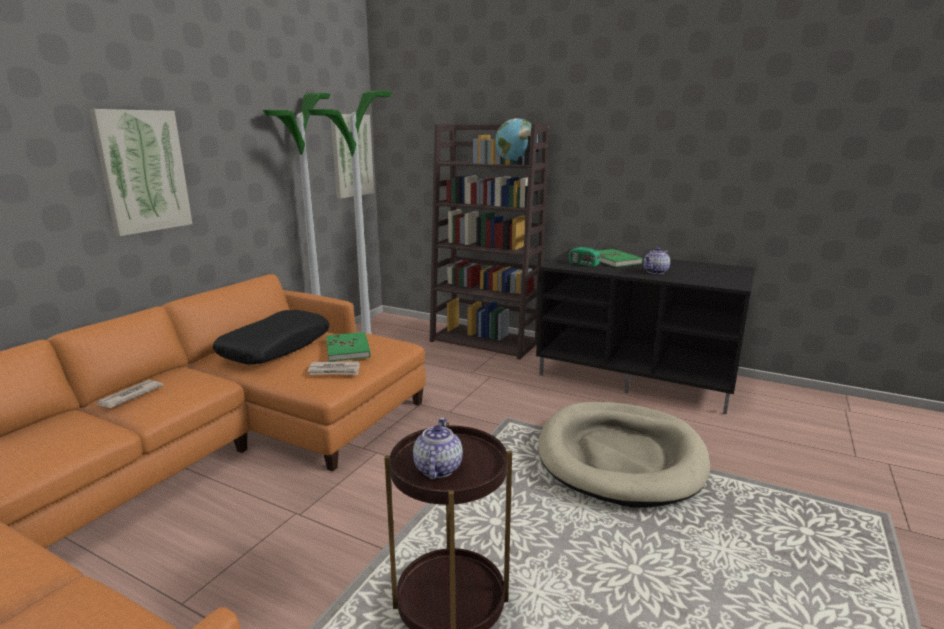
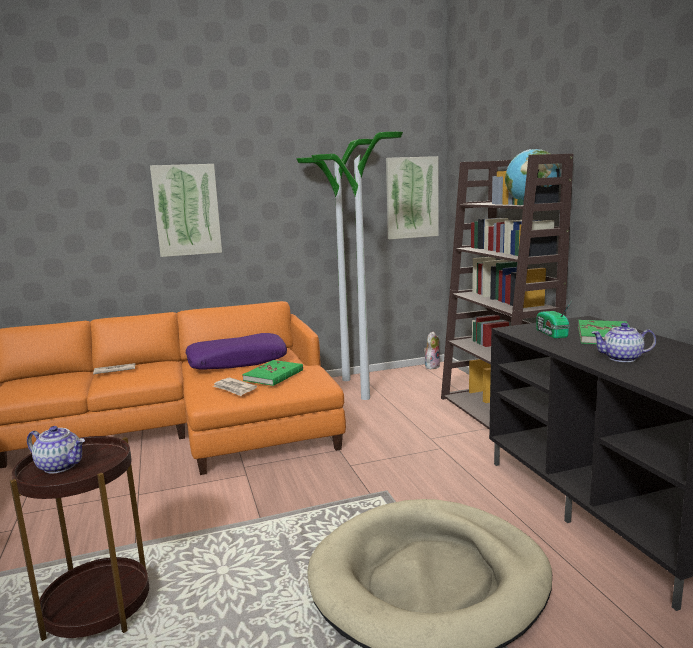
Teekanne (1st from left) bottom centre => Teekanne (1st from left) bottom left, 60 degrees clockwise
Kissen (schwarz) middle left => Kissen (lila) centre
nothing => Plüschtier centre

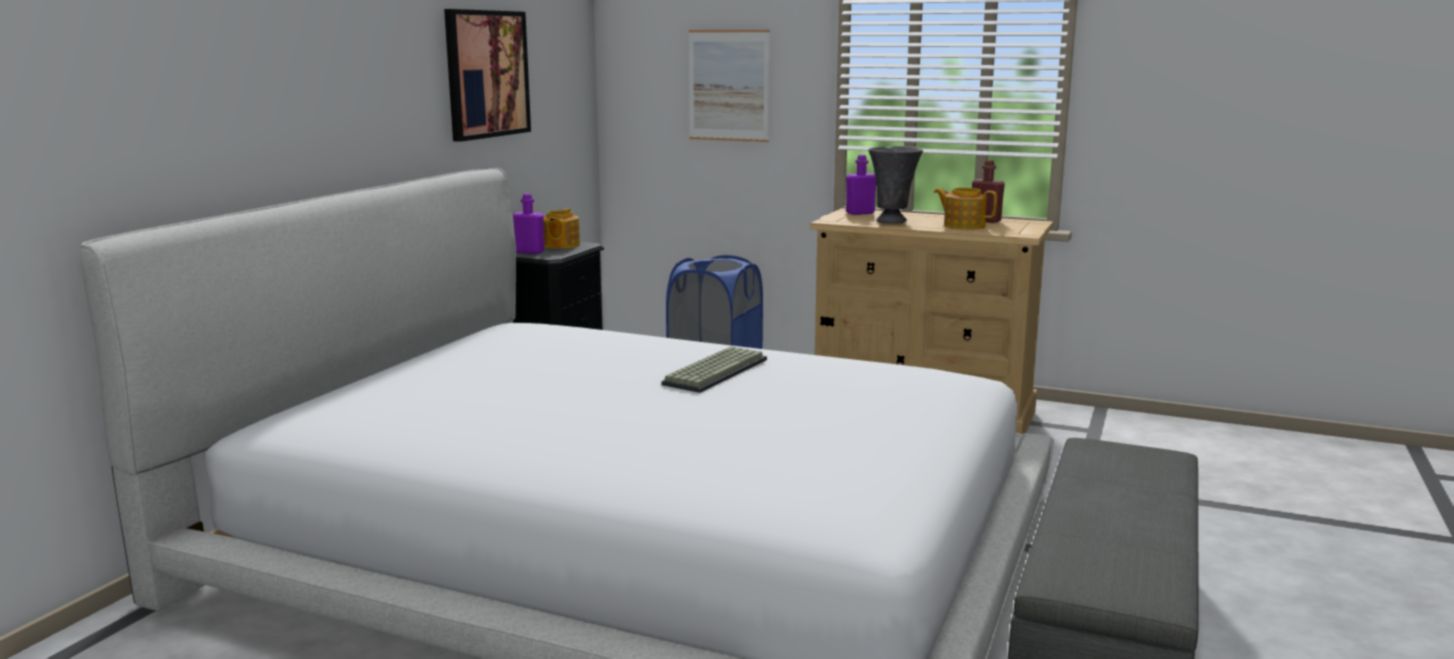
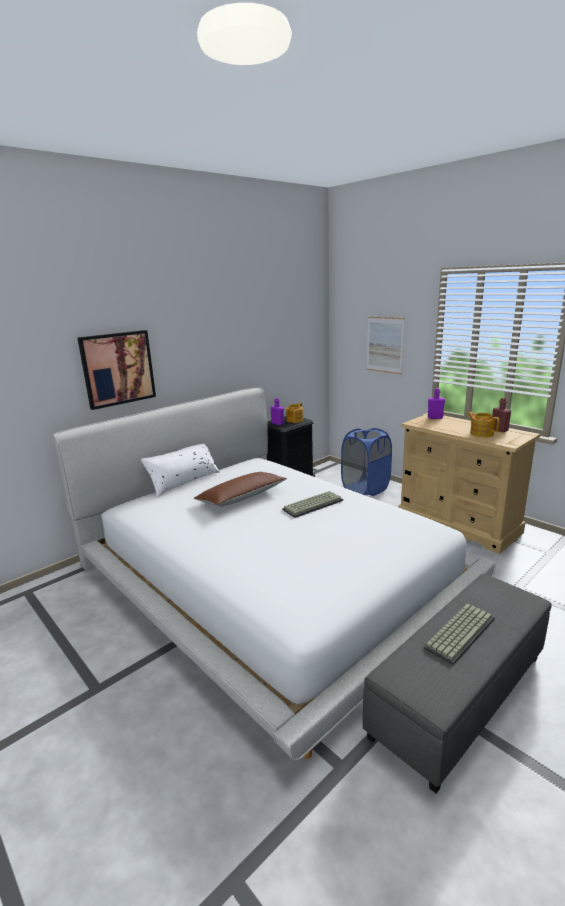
Bild (1st from left) top centre => Bild (1st from left) middle left, moved
nothing => Kissen (weiß) middle left
nothing => Kissen (braun) centre
nothing => Tastatur (2nd from left) bottom right
Vase (grau) top centre => nothing

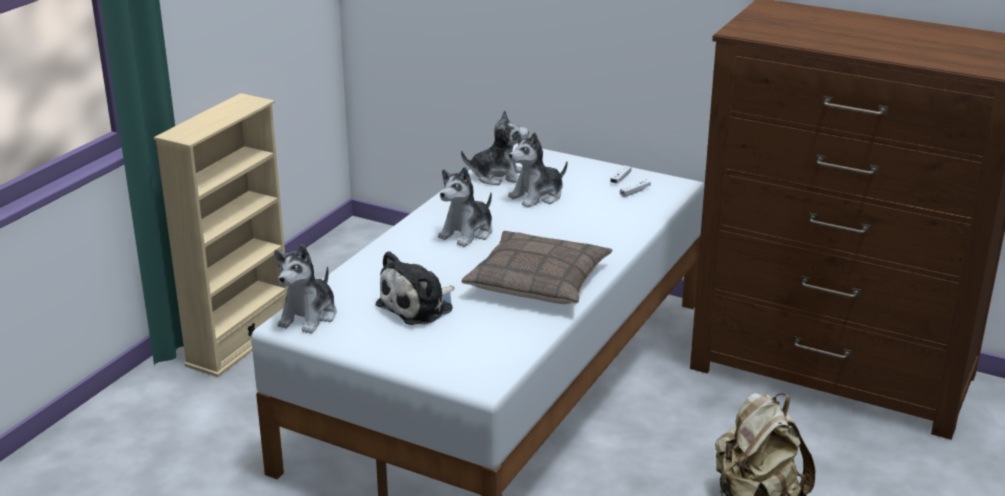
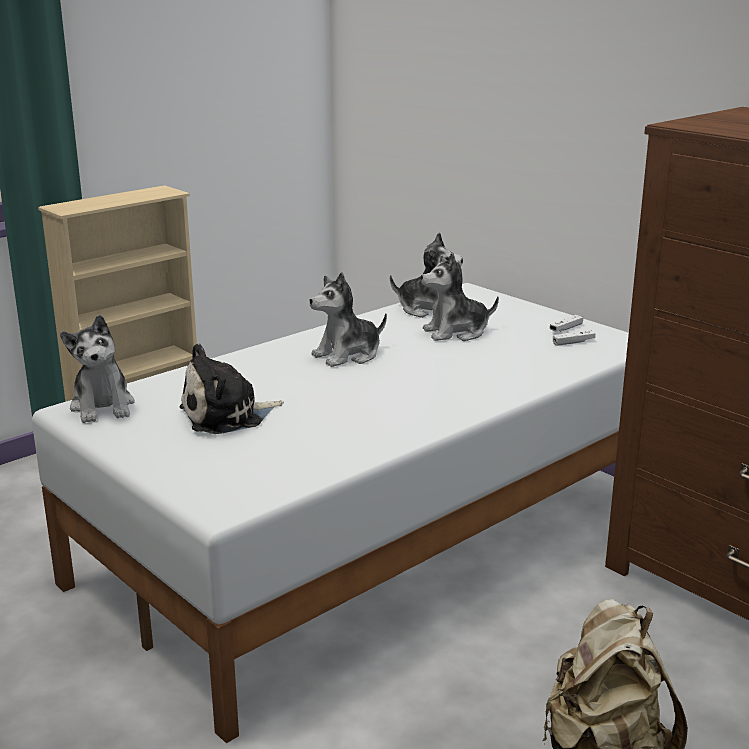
Plüschtier (1st from left) middle left, 60 degrees counterclockwise
Kissen centre => nothing

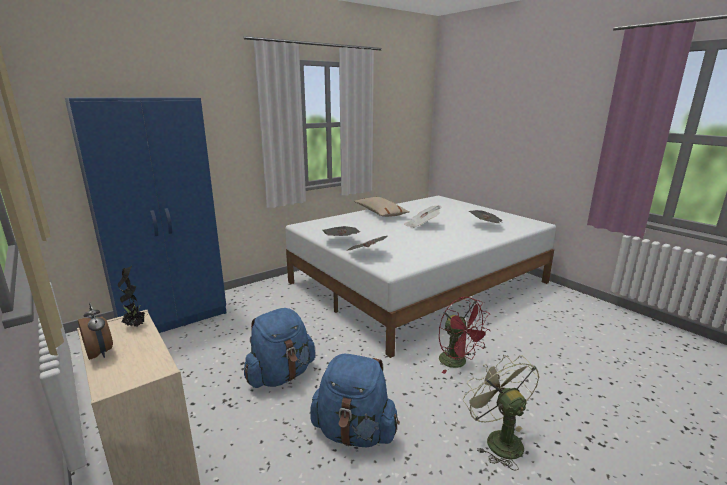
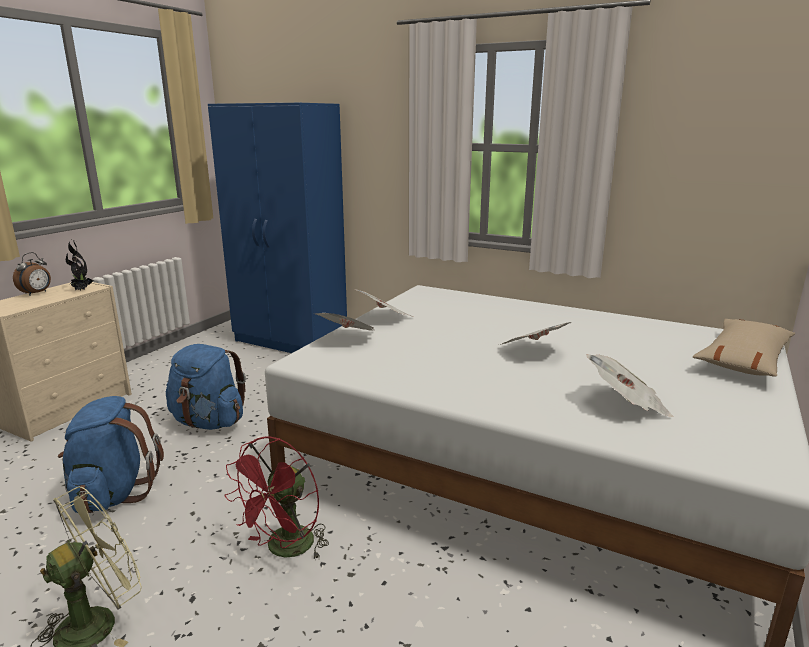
Kissen (beige) centre => Kissen (beige) middle right, moved

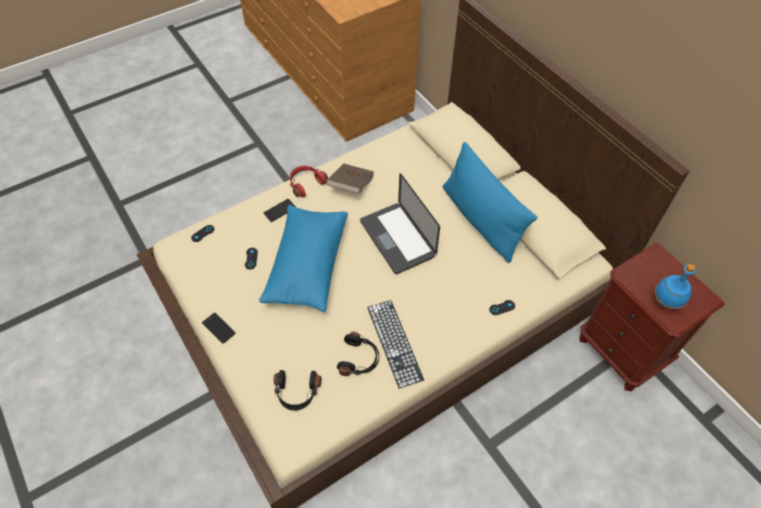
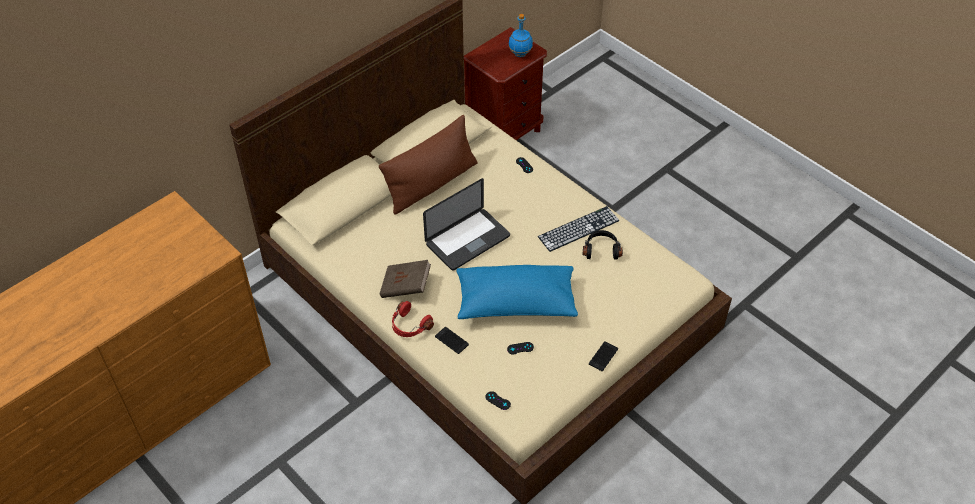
Kissen (blau) (2nd from left) centre => Kissen (braun) top centre
Kopfhörer (schwarz) (1st from left) bottom centre => nothing

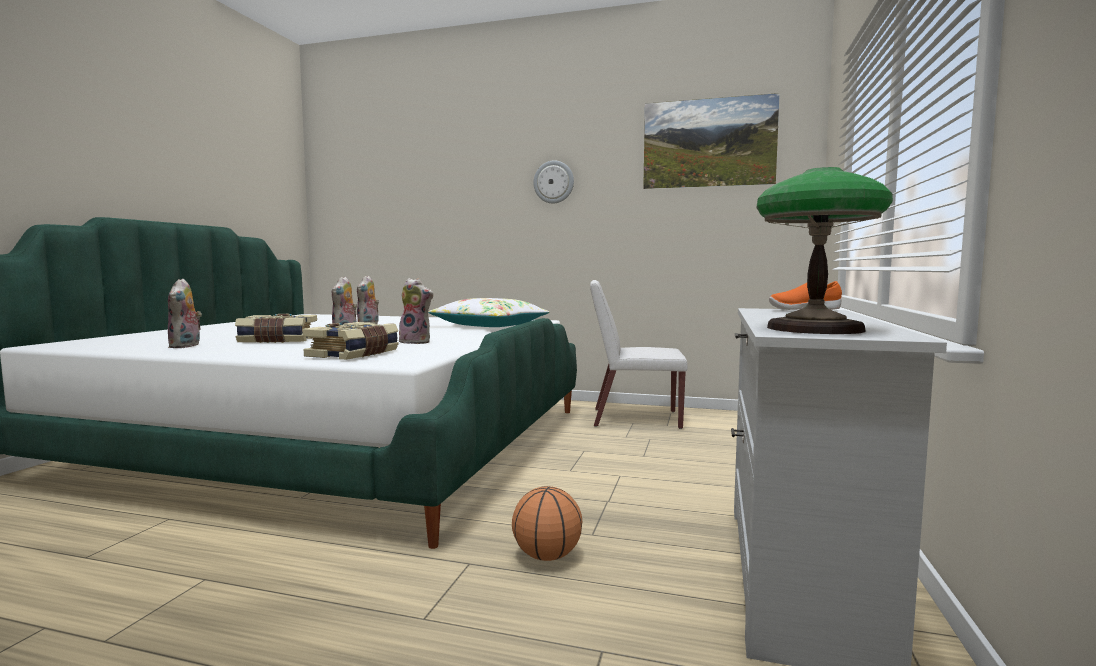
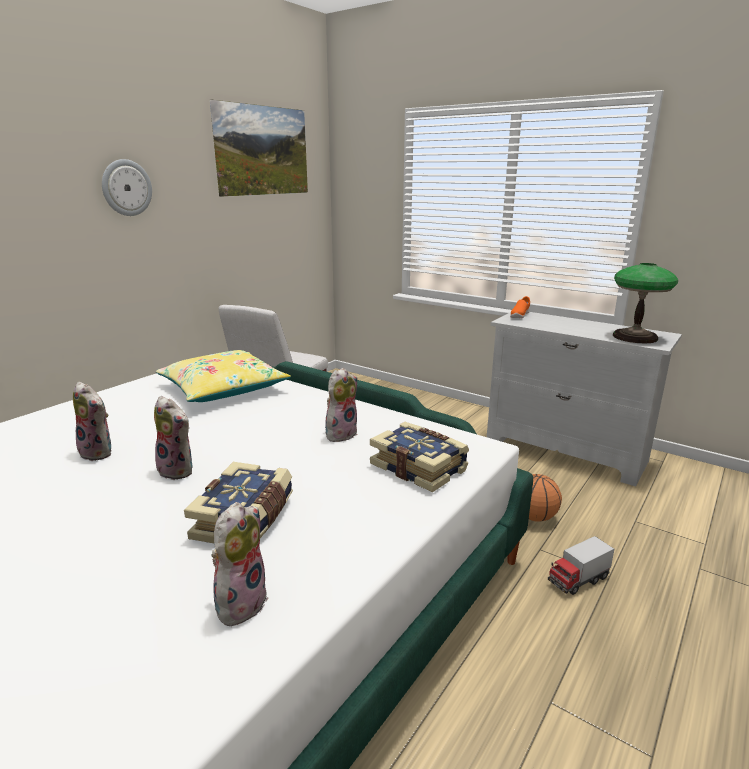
Kissen (weiß) centre => Kissen (gelb) middle left
Plüschtier (1st from left in the first image) middle left => Plüschtier (3rd from left) bottom left, 75 degrees counterclockwise
nothing => Spielzeuglaster bottom right

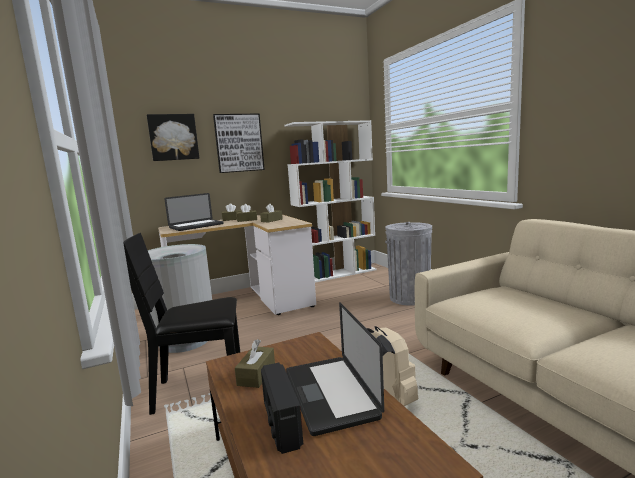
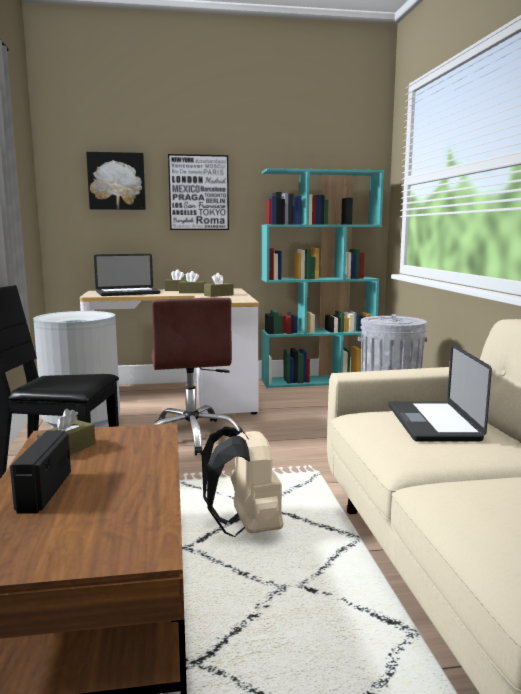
nothing => Bürostuhl (braun) centre
Bücherregal (weiß) centre => Bücherregal (türkis) centre
Laptop (2nd from left) bottom centre => Laptop (2nd from left) middle right, moved

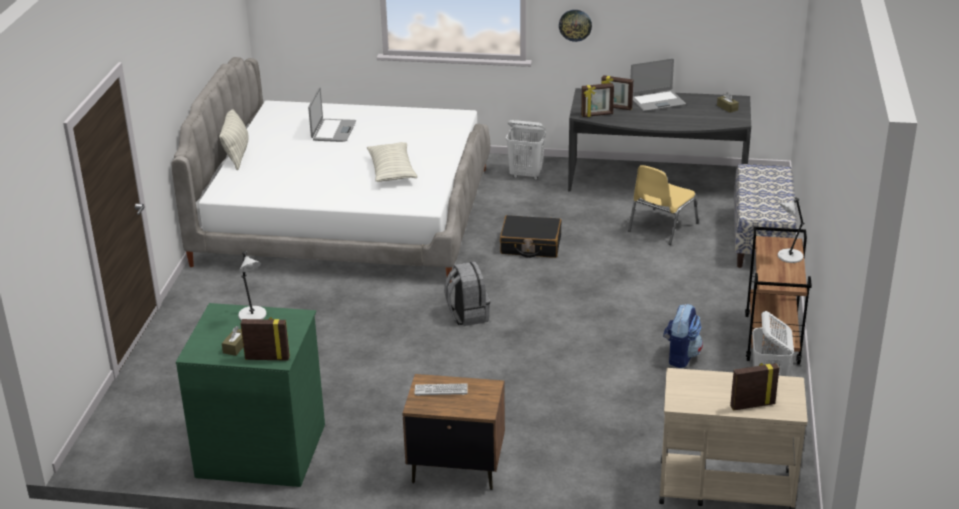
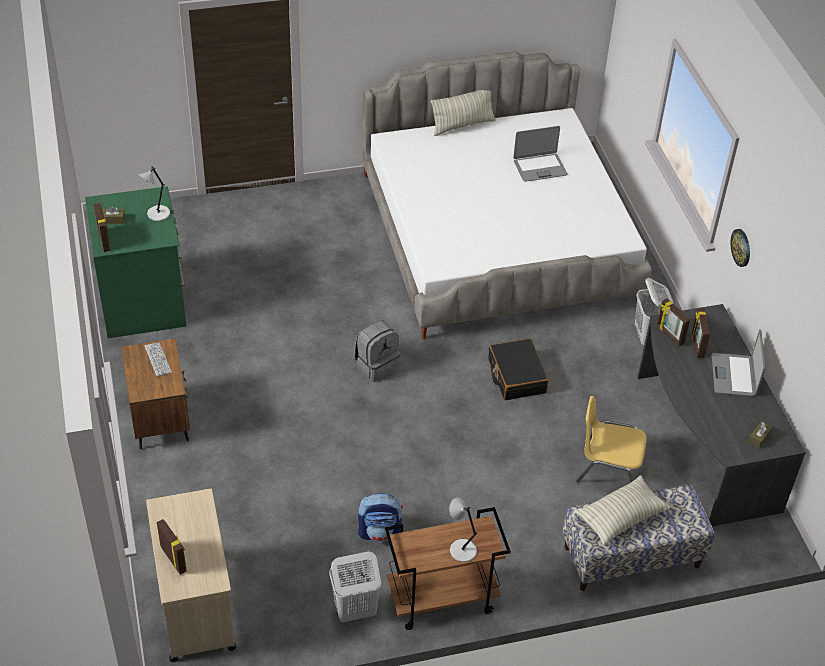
Kissen (2nd from left) top centre => Kissen (2nd from left) bottom right, moved
Laptop (2nd from left) top right => Laptop (2nd from left) middle right, 45 degrees clockwise

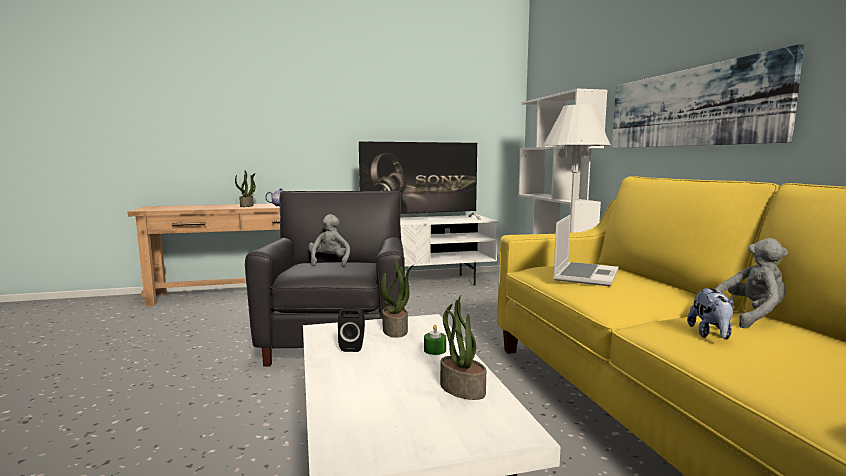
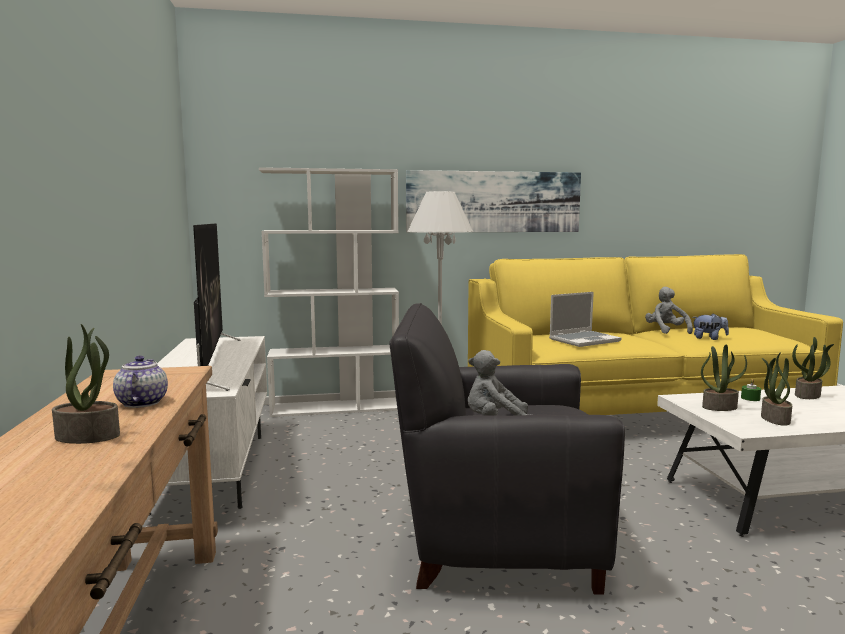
Laptop middle right, 120 degrees clockwise
Lautsprecher (schwarz) bottom centre => Topfpflanze (3rd from left) middle right

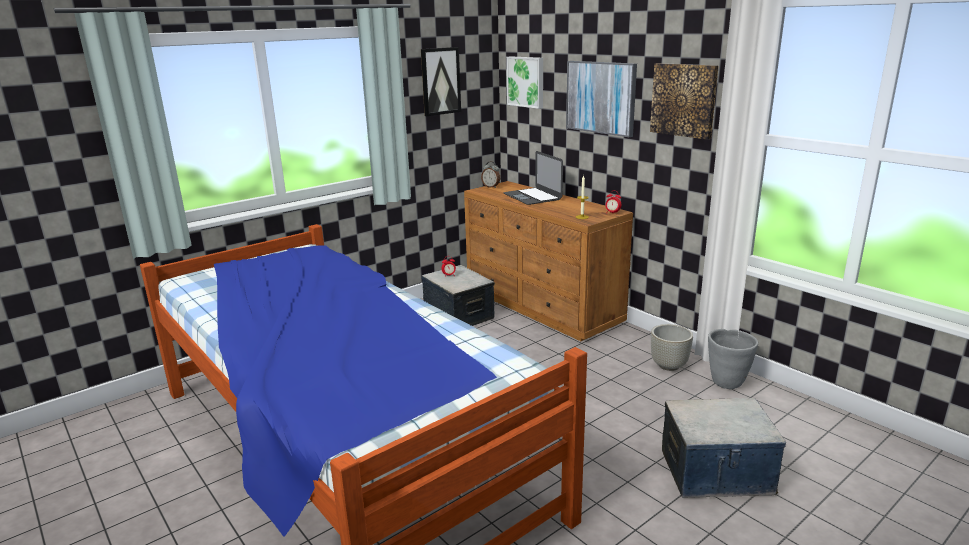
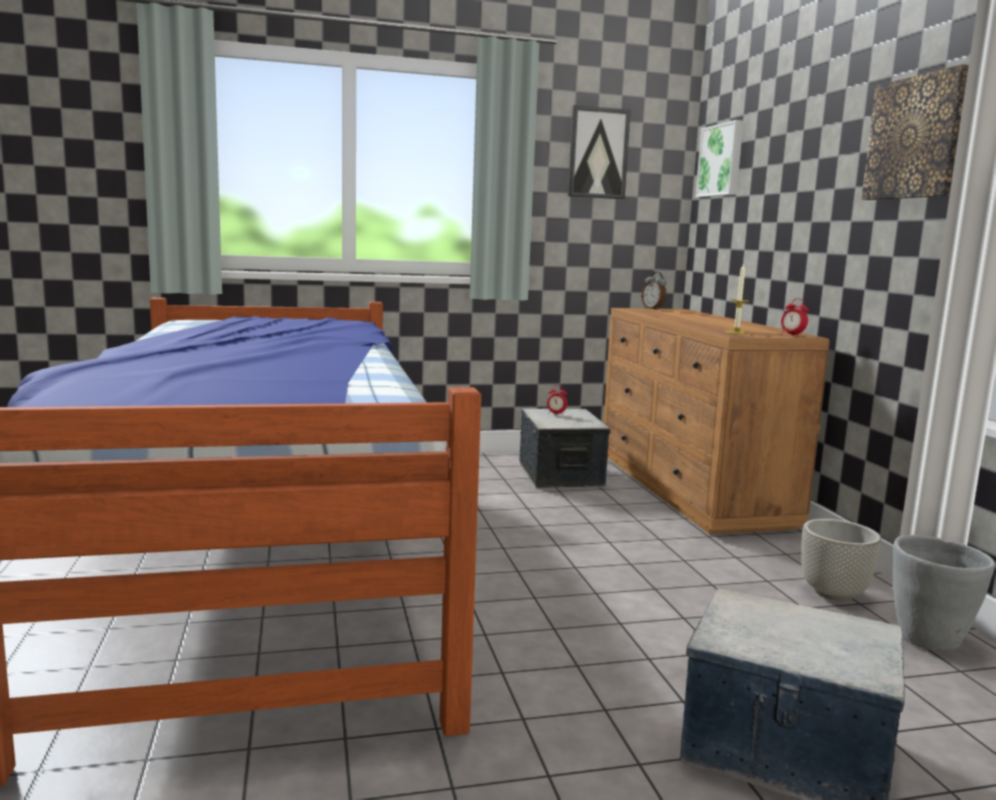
Laptop top centre => nothing
Bild (3rd from left) top centre => nothing

